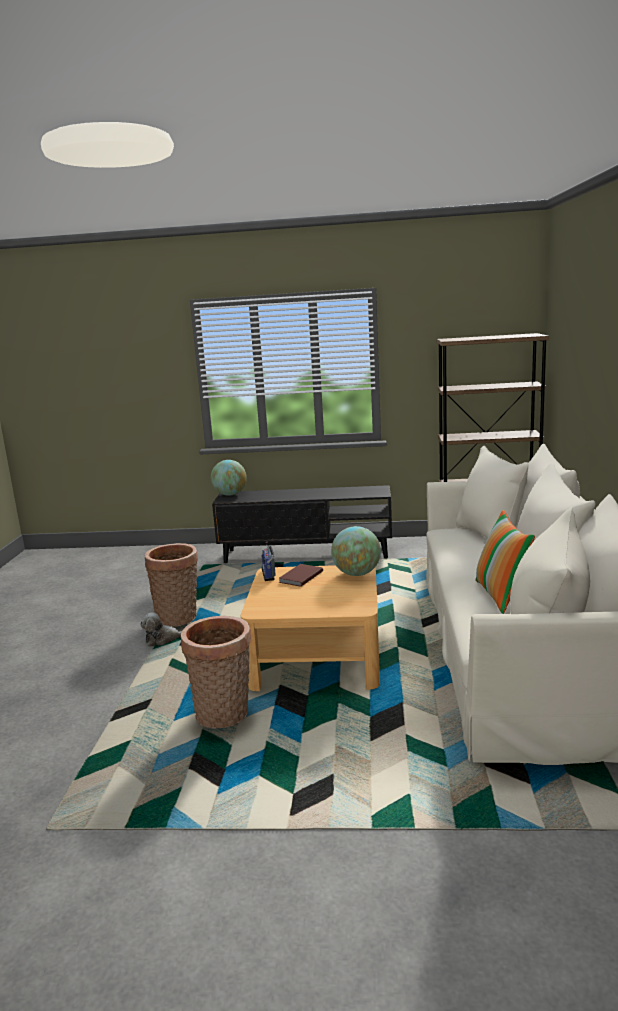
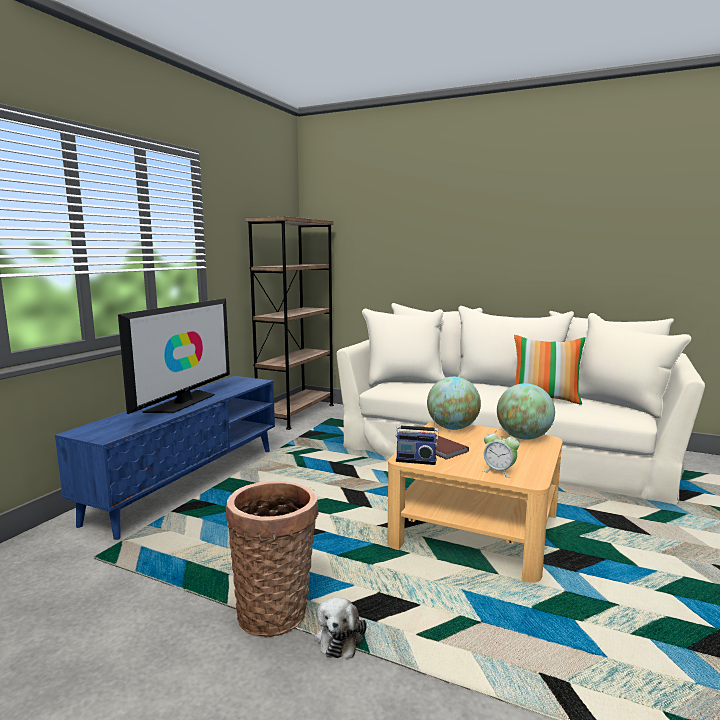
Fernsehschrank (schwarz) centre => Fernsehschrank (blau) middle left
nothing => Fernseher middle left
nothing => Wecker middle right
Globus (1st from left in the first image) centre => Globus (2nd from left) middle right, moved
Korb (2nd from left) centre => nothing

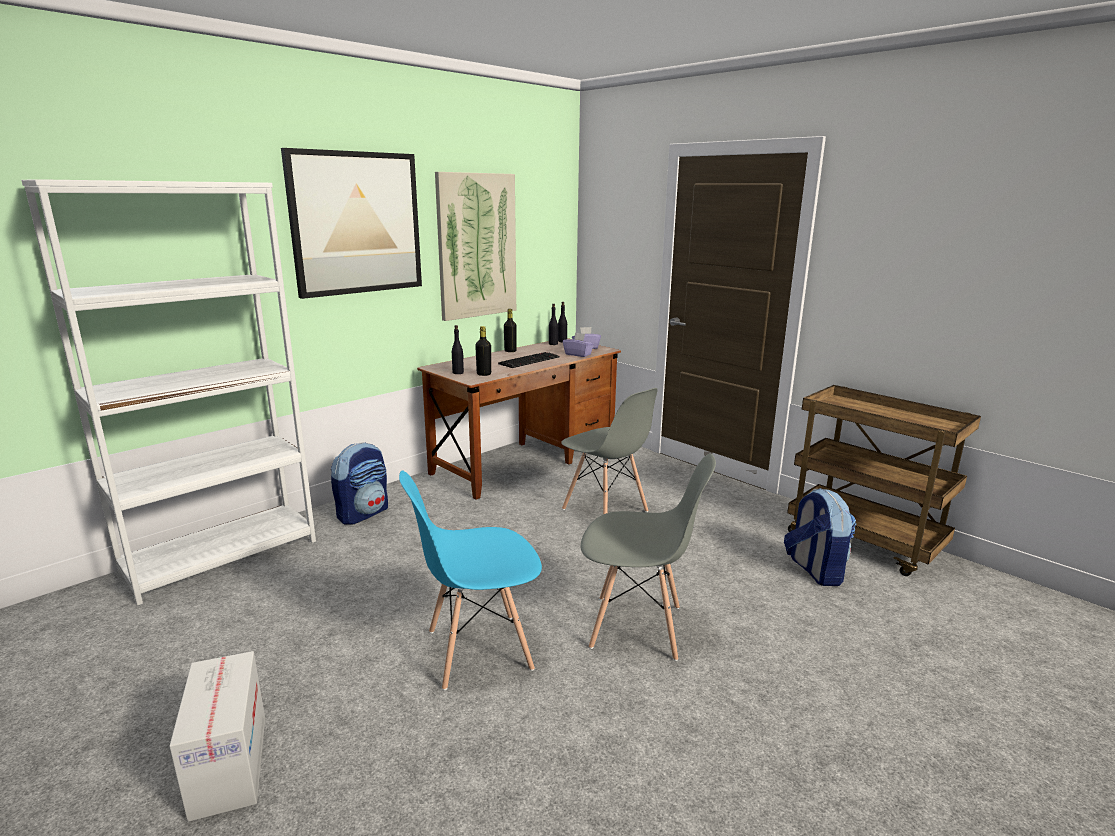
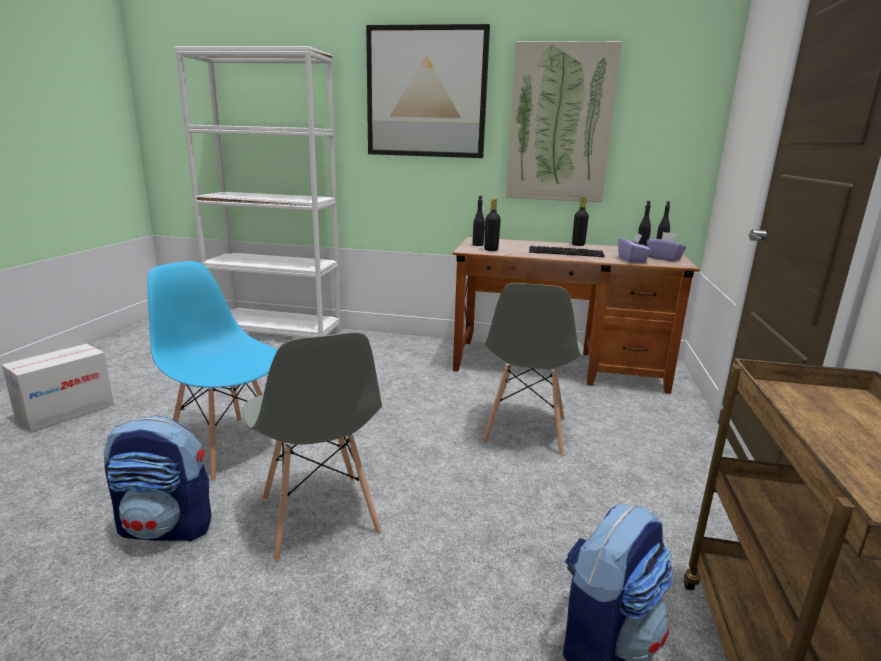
Rucksack (1st from left) middle left => Rucksack (1st from left) bottom left, moved

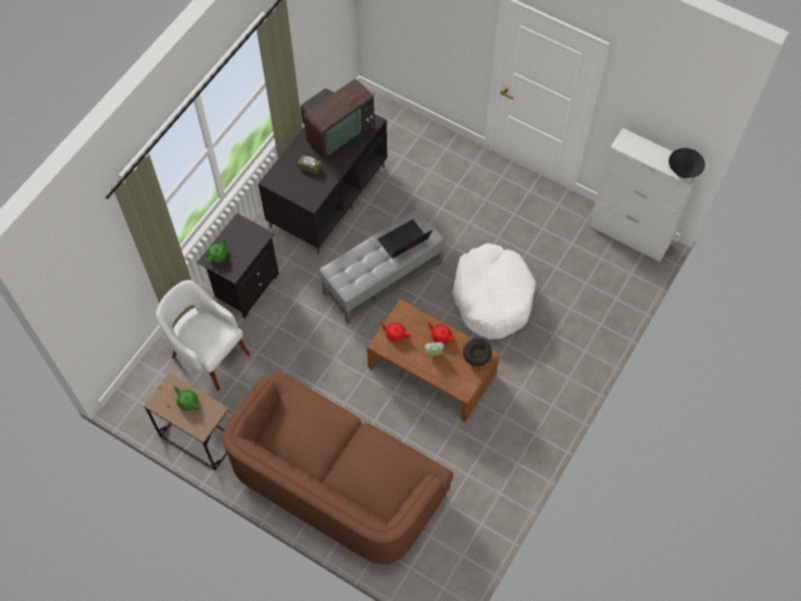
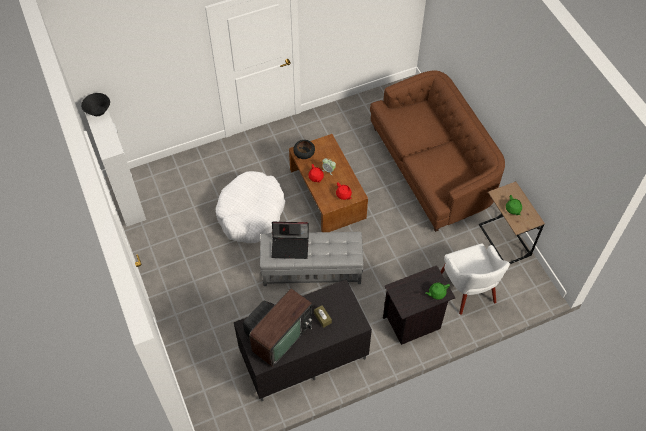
Fernseher top centre => Fernseher bottom centre, 135 degrees clockwise

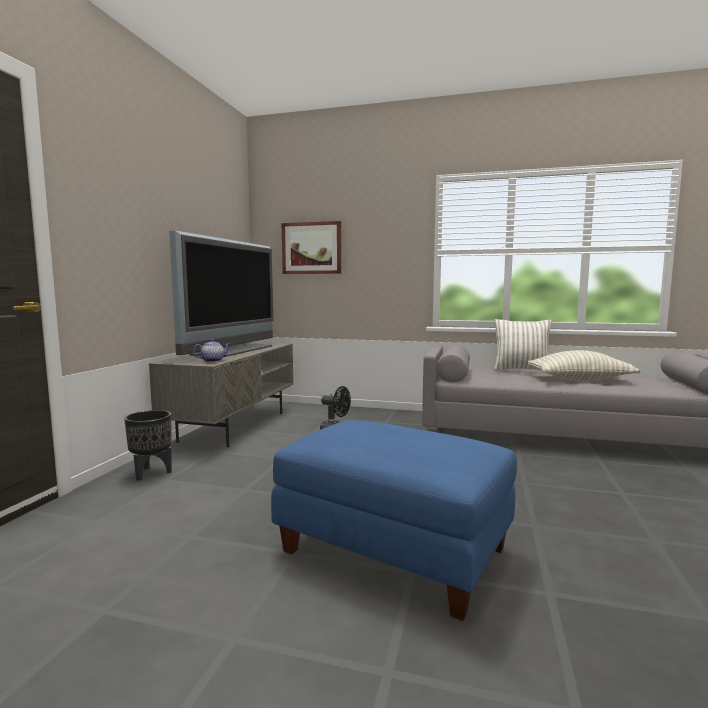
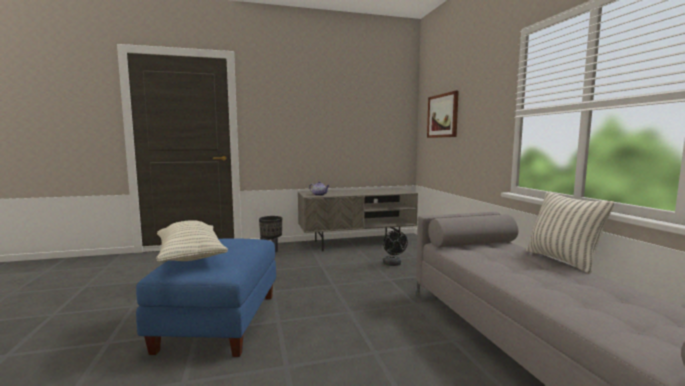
Kissen (2nd from left in the first image) middle right => Kissen (1st from left) middle left, moved
Fernseher middle left => nothing

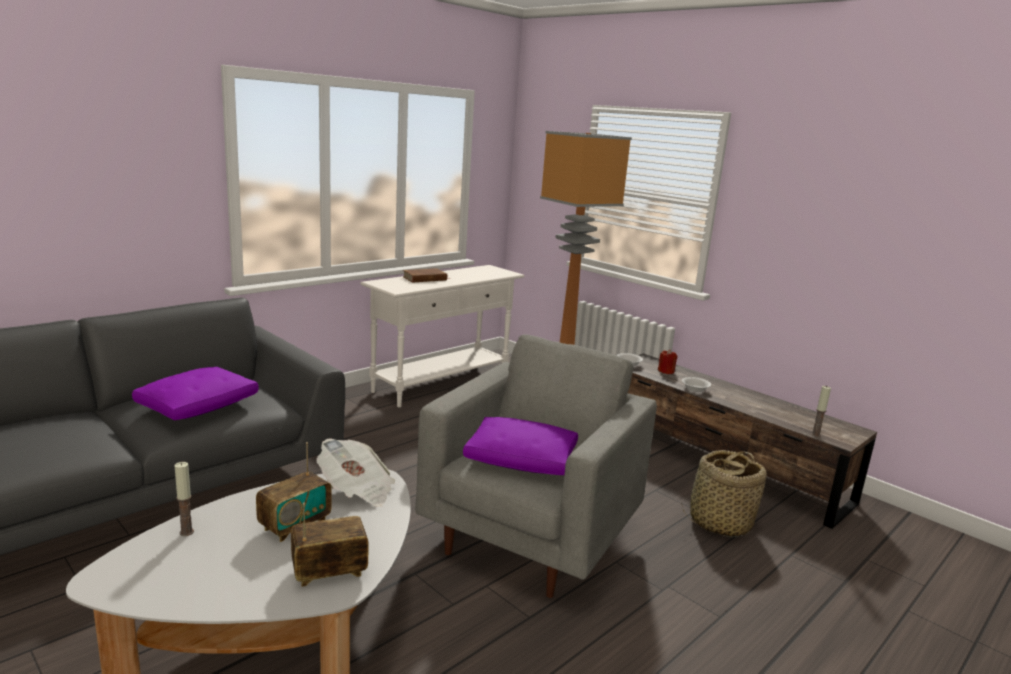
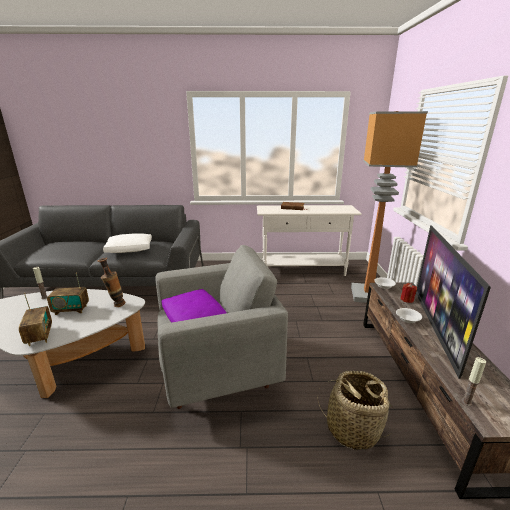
Radio (2nd from left in the first image) bottom left => Radio (1st from left) middle left, 45 degrees clockwise
Zeitung bottom centre => Vase middle left
Kissen (lila) (1st from left) middle left => Kissen (weiß) middle left
nothing => Fernseher middle right

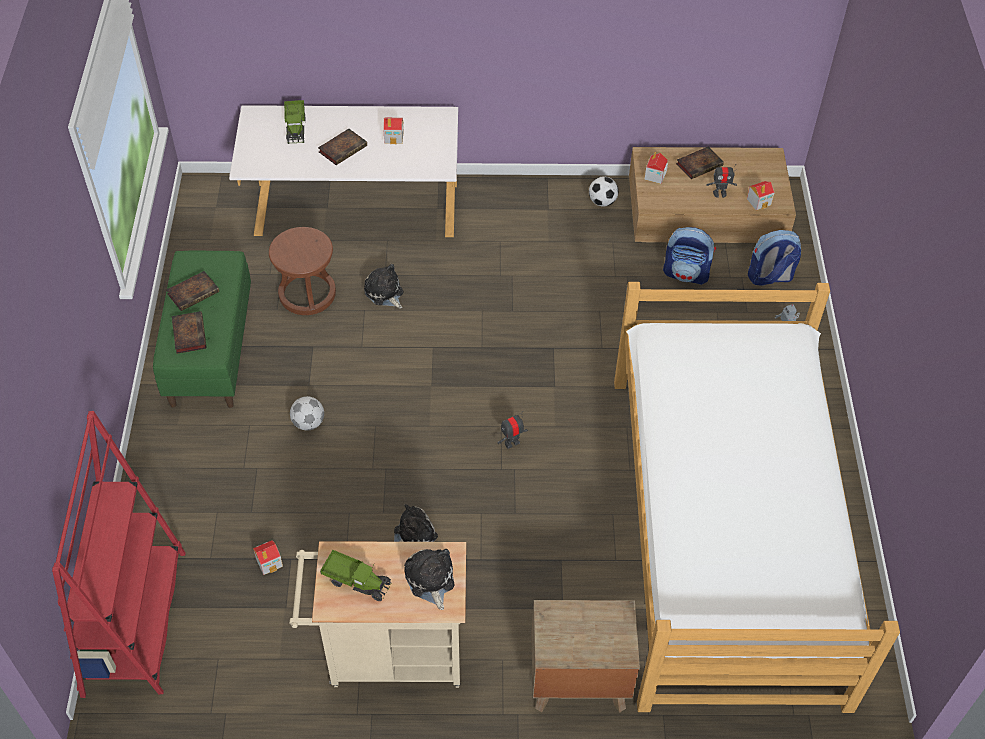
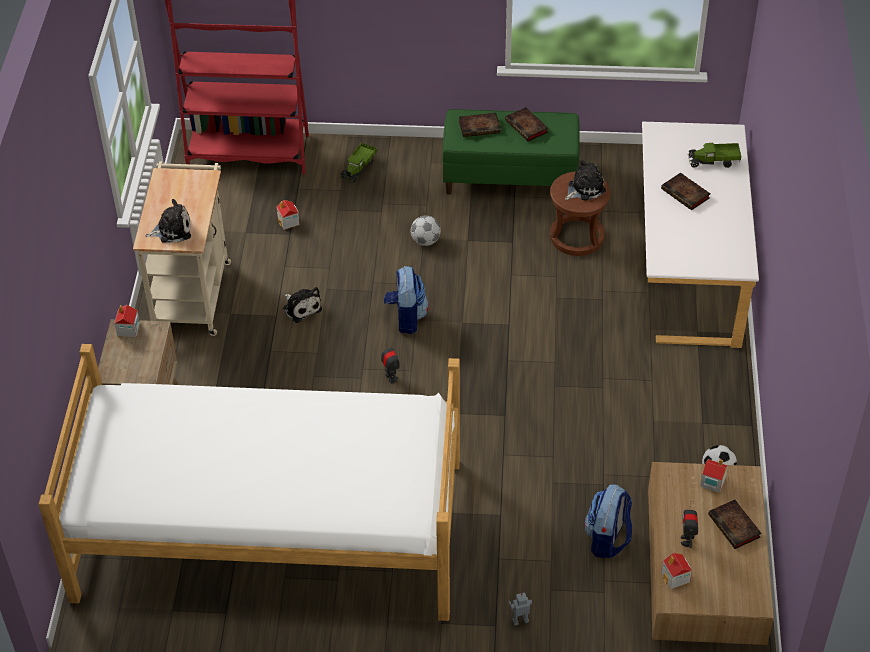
Spielzeughaus (2nd from left in the first image) top centre => Spielzeughaus (1st from left) middle left, moved
Spielzeuglaster (2nd from left in the first image) bottom centre => Spielzeuglaster (1st from left) top centre, moved
Rucksack (2nd from left in the first image) middle right => Rucksack (1st from left) centre, moved
Plüschtier (1st from left in the first image) centre => Plüschtier (3rd from left) top right, moved

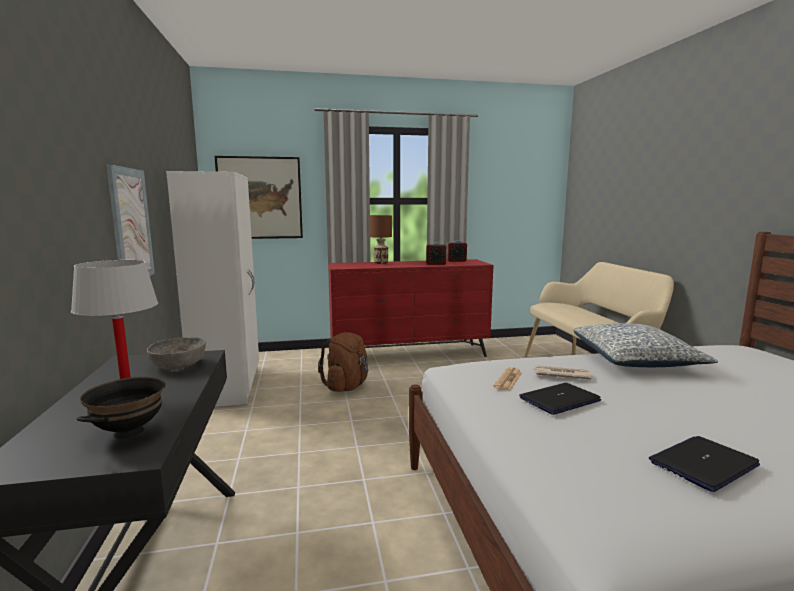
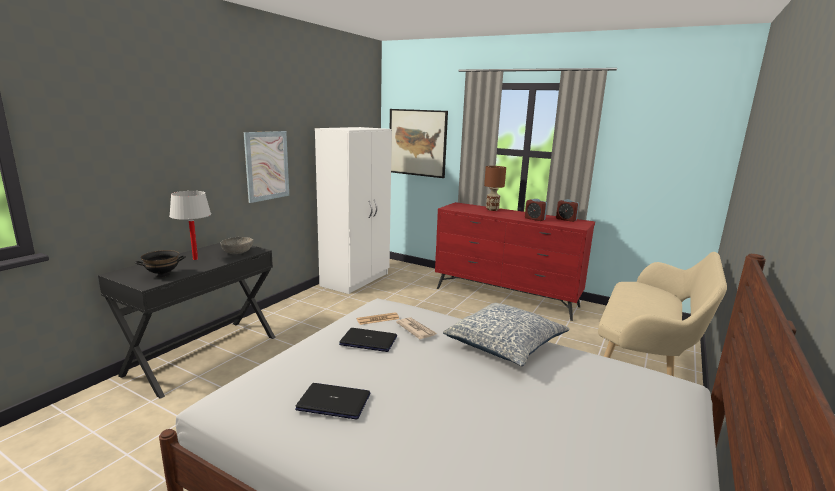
Rucksack (braun) centre => nothing

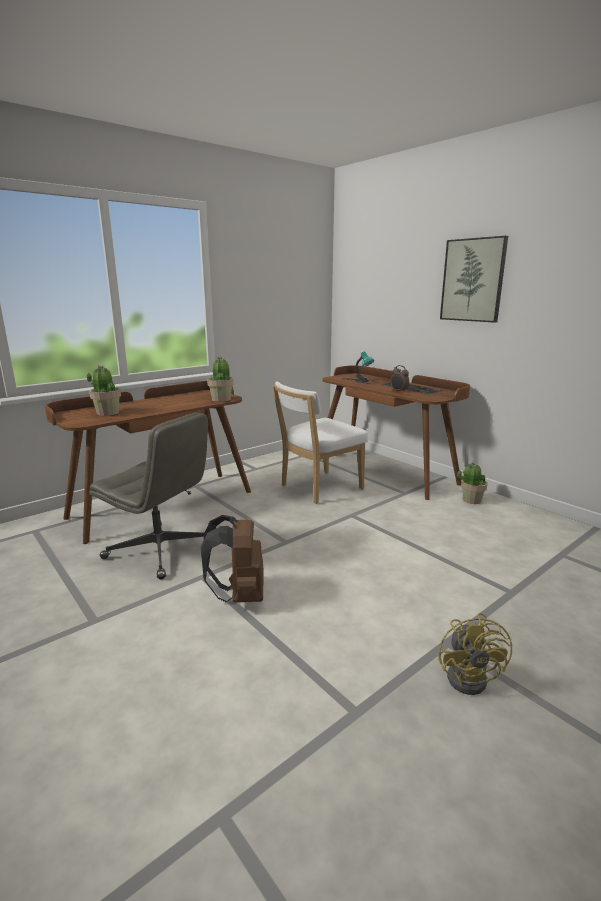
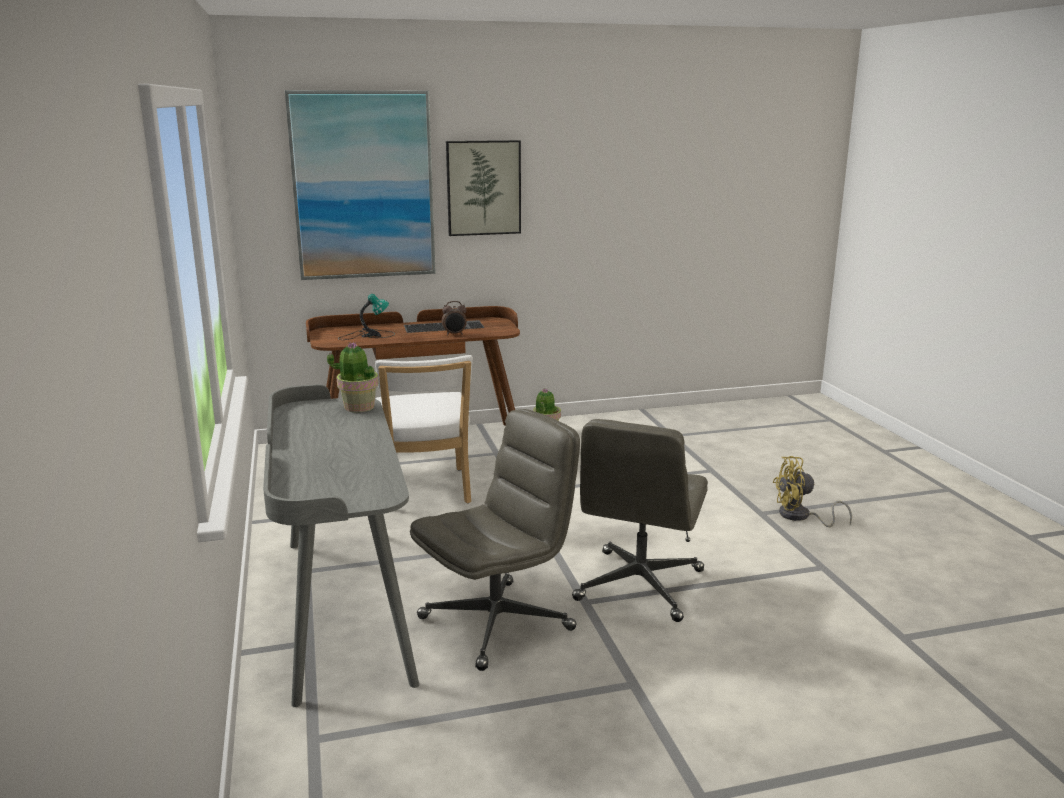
Schreibtisch (braun) (1st from left) middle left => Schreibtisch (grau) bottom left
nothing => Bild (1st from left) top centre
Rucksack (braun) centre => Bürostuhl (grau) (2nd from left) centre
Ventilator (gelb) bottom right => Ventilator (gelb) middle right, 150 degrees clockwise
Topfpflanze (1st from left) middle left => nothing

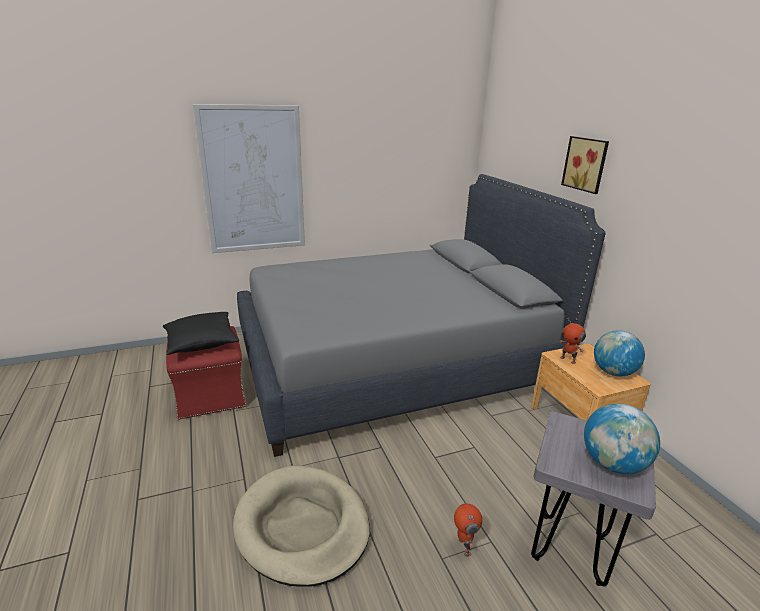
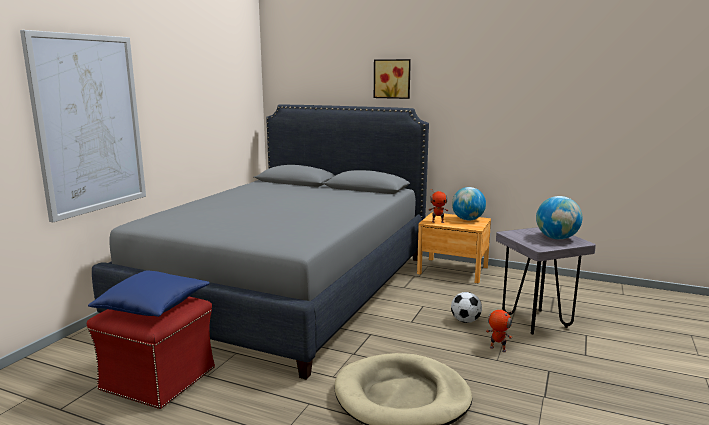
Kissen (schwarz) middle left => Kissen (blau) bottom left
nothing => Fußball bottom centre

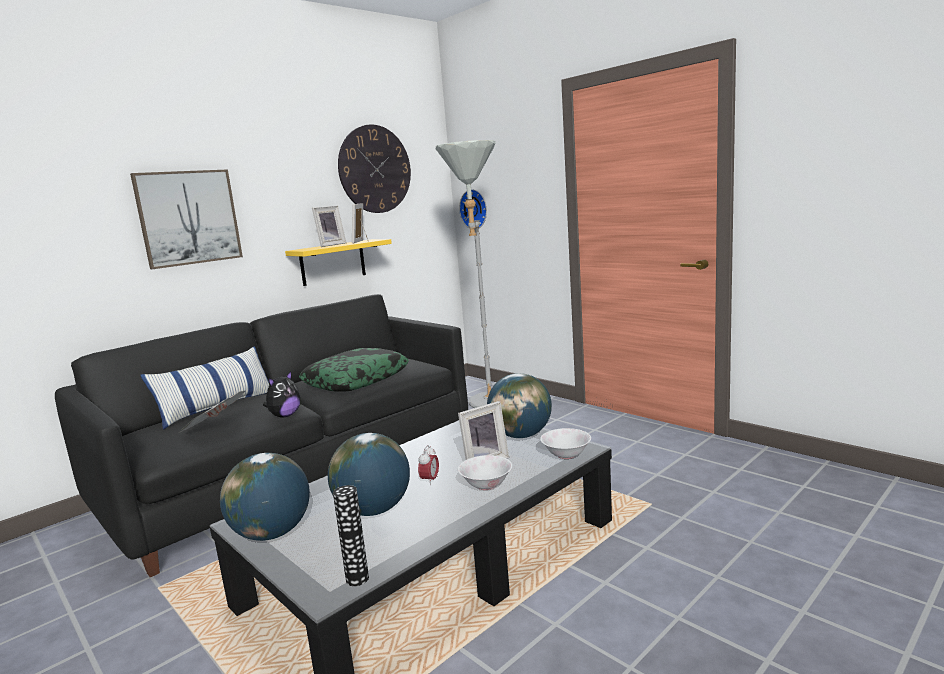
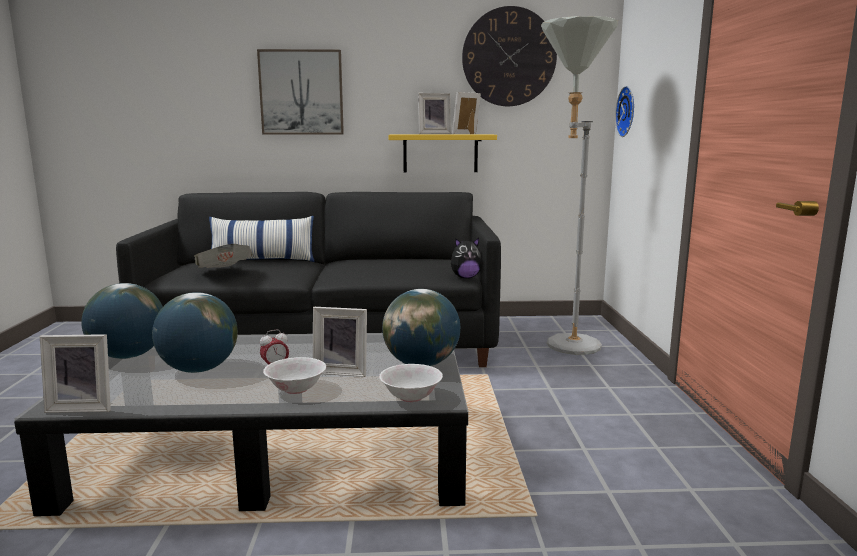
Vase bottom centre => Bilderrahmen (1st from left) bottom left
Plüschtier middle left => Plüschtier centre, moved
Kissen (2nd from left) centre => nothing

